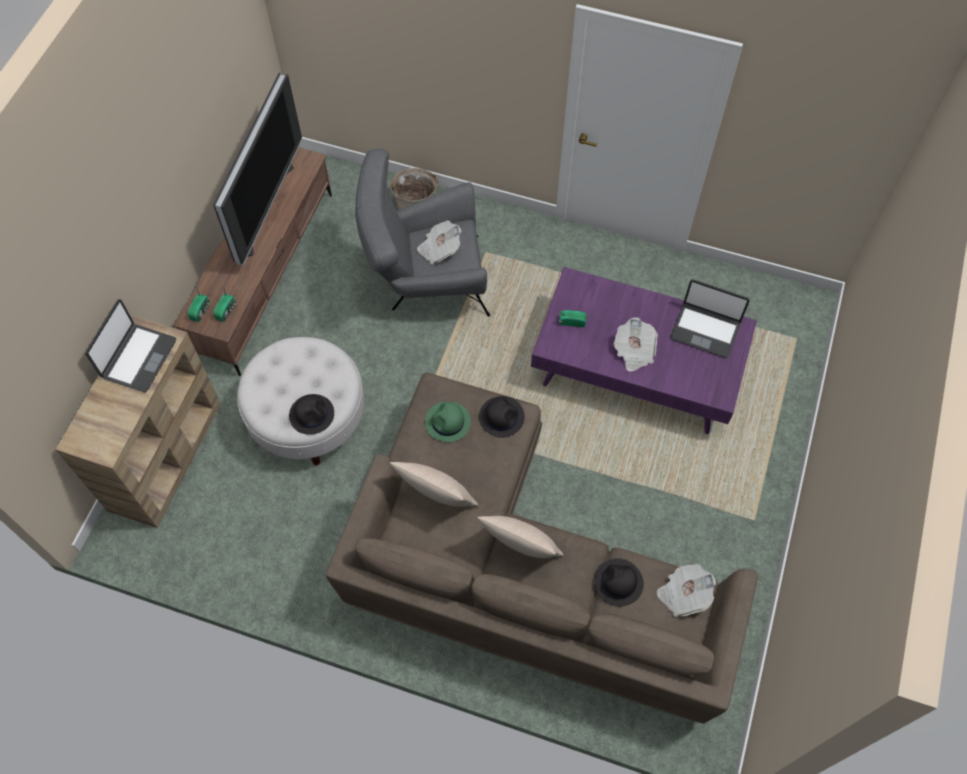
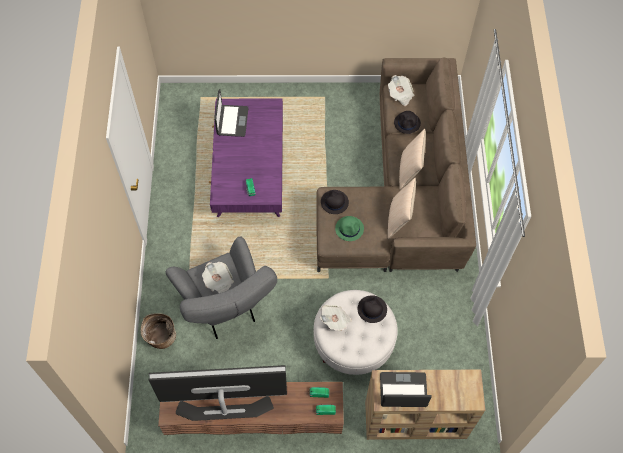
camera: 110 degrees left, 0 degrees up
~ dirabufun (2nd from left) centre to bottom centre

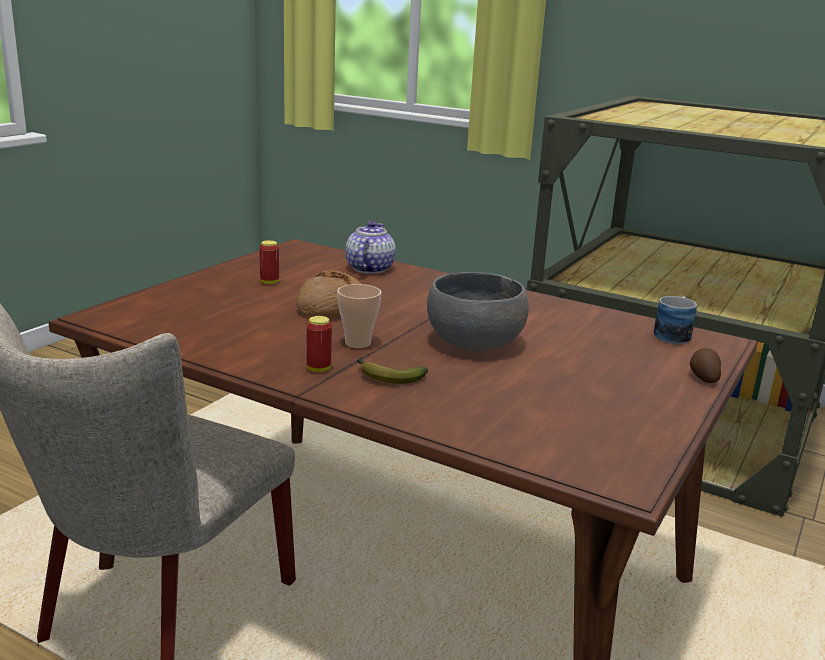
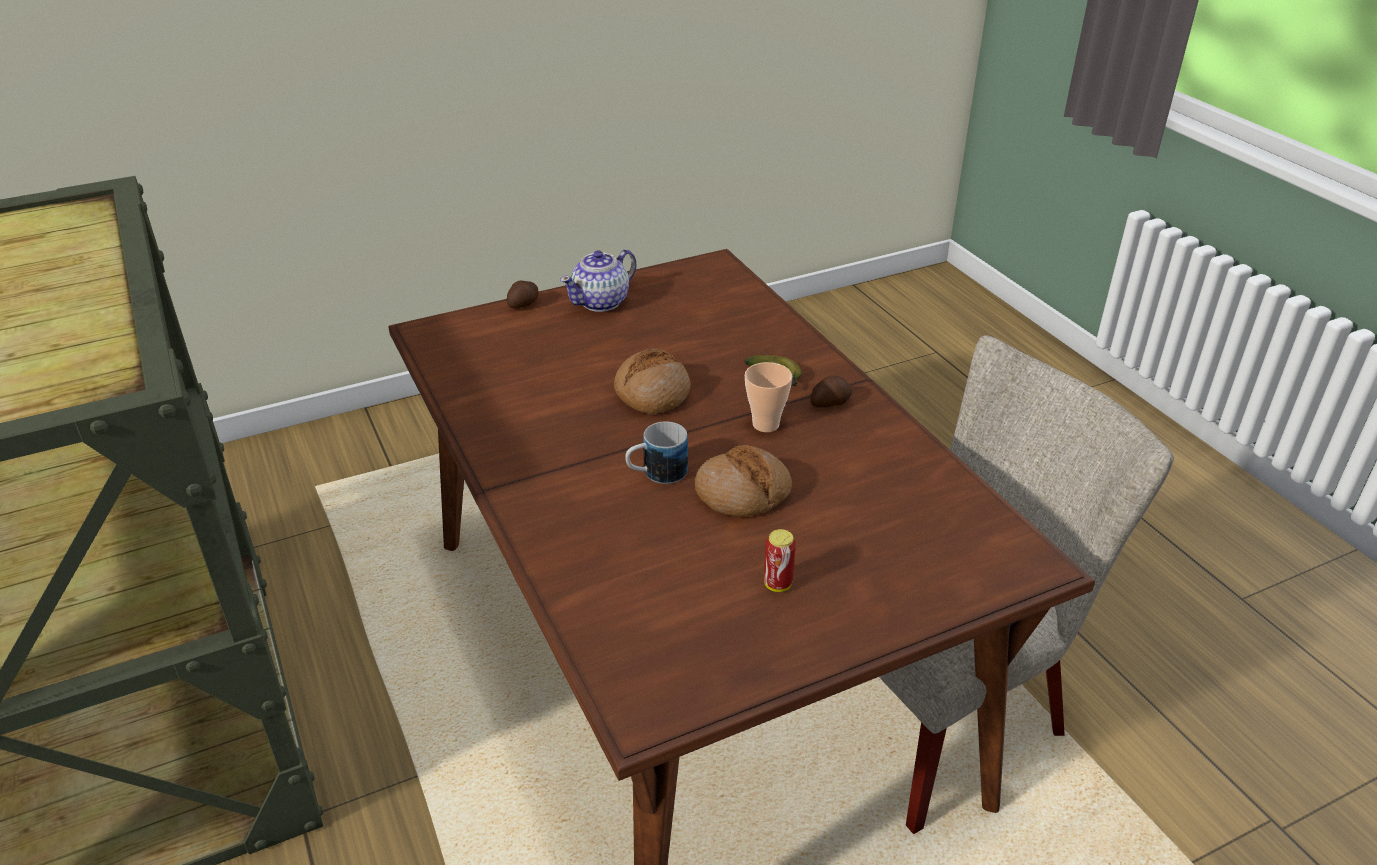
camera: 145 degrees left, 15 degrees up
~ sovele centre to top centre
~ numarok middle right to centre
~ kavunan (2nd from left) centre to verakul (2nd from left) centre
~ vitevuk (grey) centre to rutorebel (1st from left) centre

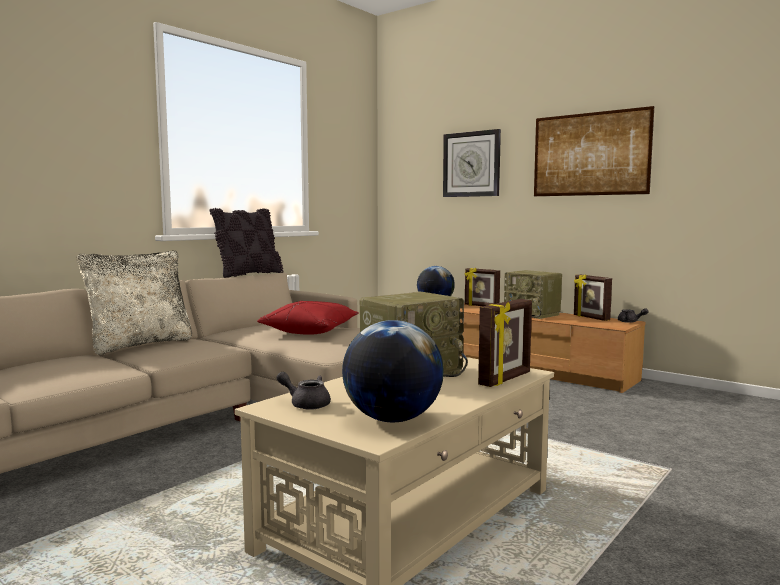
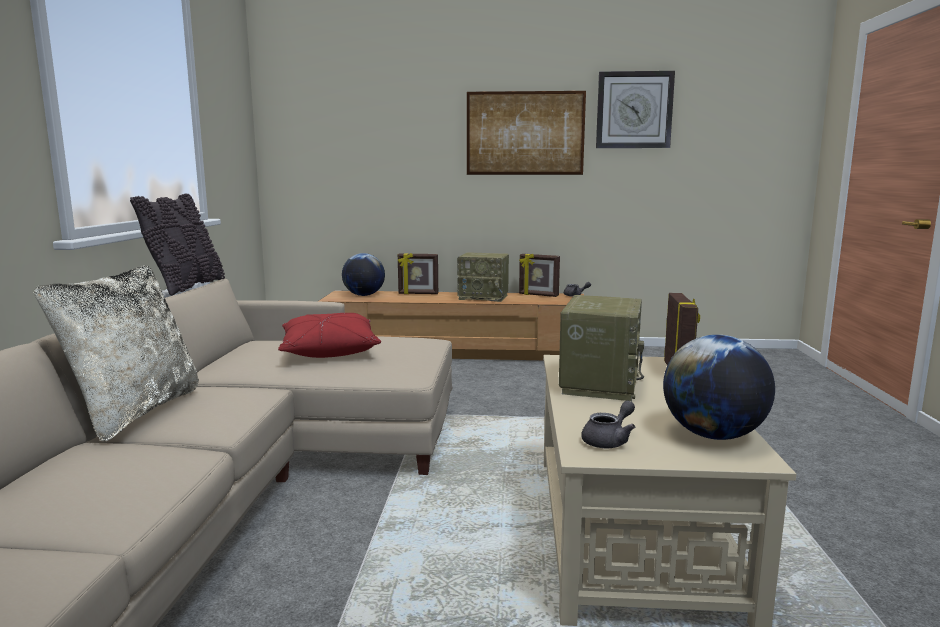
camera: 35 degrees left, 5 degrees up
~ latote top centre to top right
~ sovele (grey) (1st from left in the first image) bottom centre = bottom centre 150 degrees clockwise

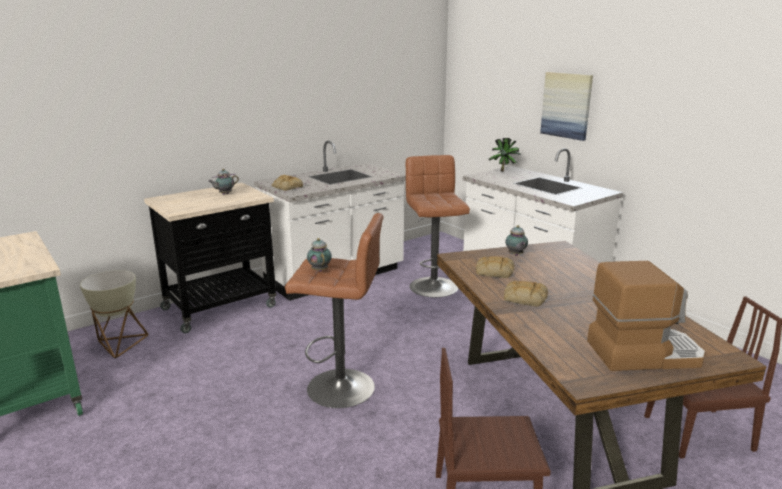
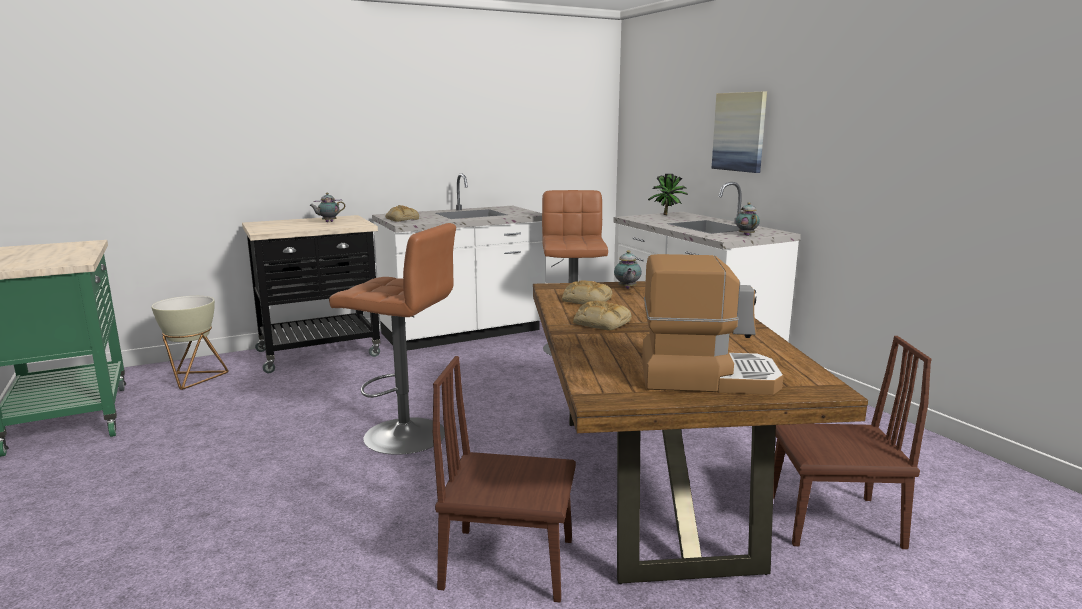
camera: 10 degrees right, 5 degrees down
~ sovele (2nd from left in the first image) centre to sovele (3rd from left) middle right

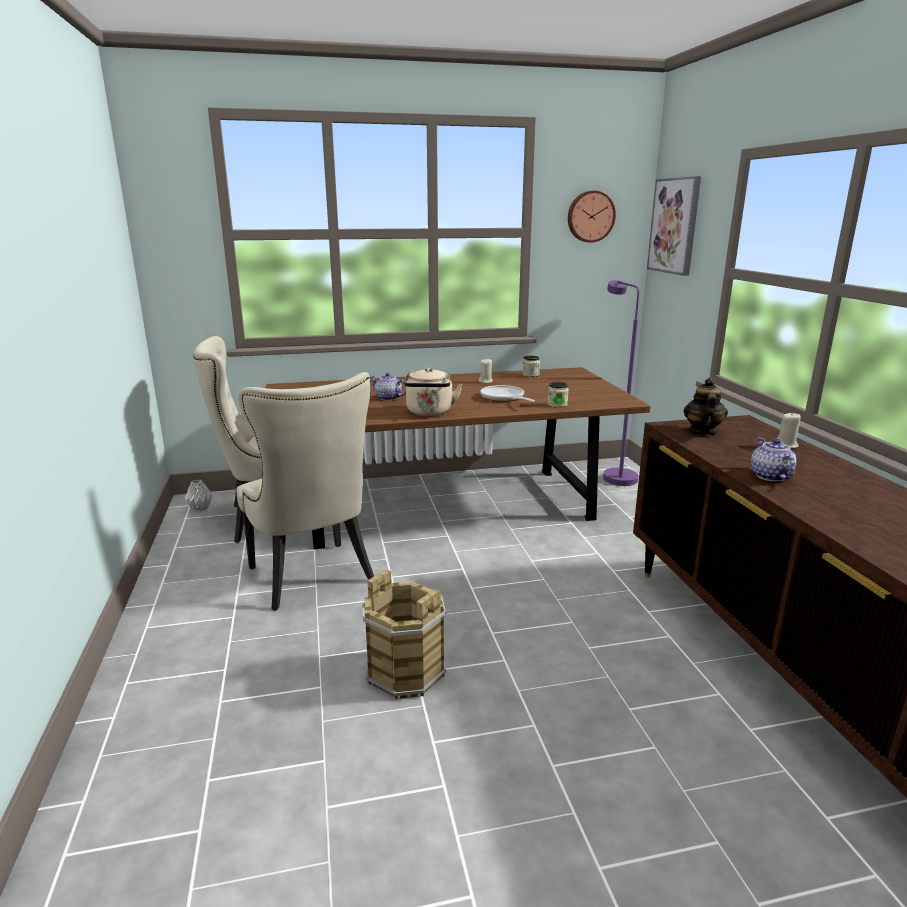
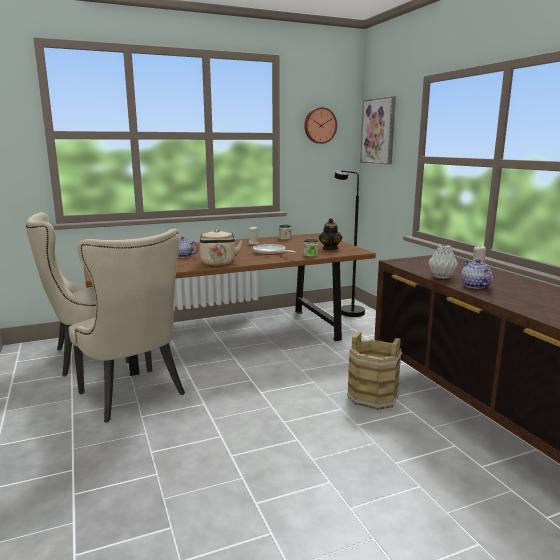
camera: 10 degrees left, 5 degrees down
~ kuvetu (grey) middle left to middle right
~ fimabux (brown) bottom centre to middle right
~ sovele (2nd from left) middle right to centre
~ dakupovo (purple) middle right to dakupovo (black) centre

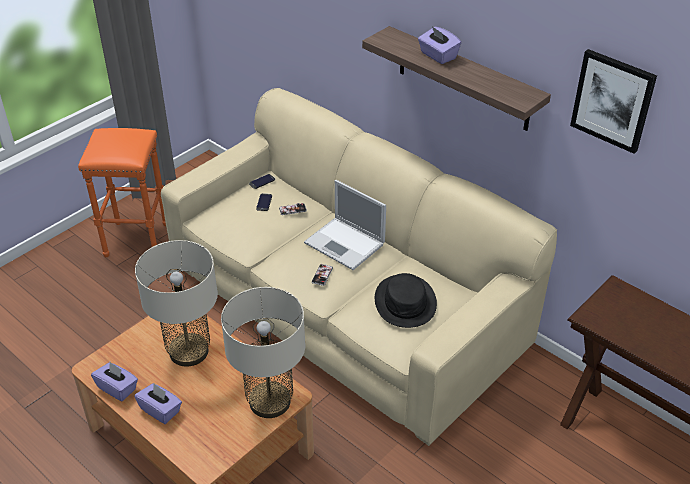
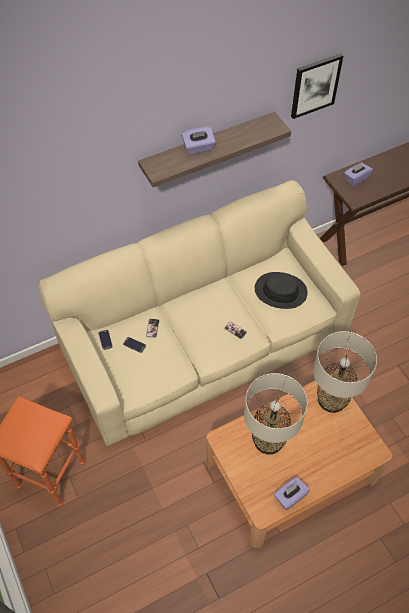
camera: 70 degrees left, 15 degrees up
- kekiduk centre
~ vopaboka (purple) (2nd from left in the first image) bottom left to vopaboka (purple) (3rd from left) top right

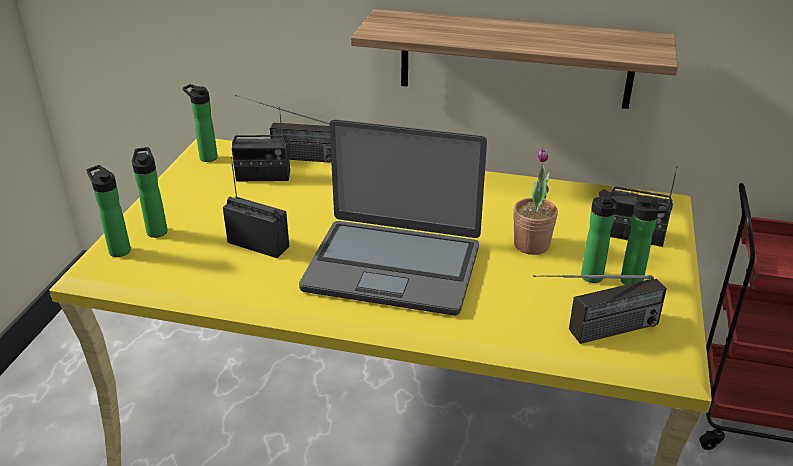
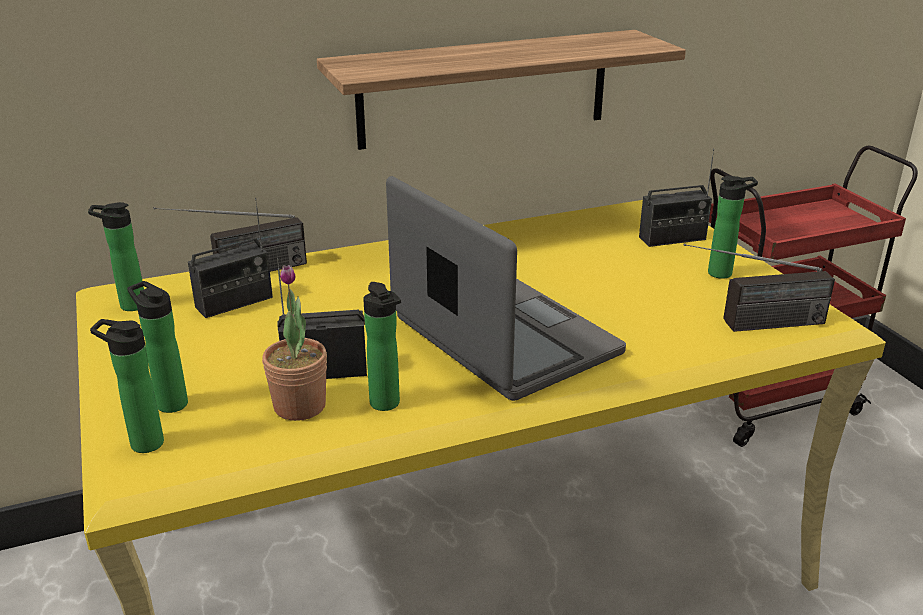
camera: 35 degrees left, 5 degrees down
~ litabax middle right to middle left
~ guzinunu (4th from left) middle right to centre
~ kekiduk centre = centre 105 degrees counterclockwise
~ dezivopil (4th from left in the first image) middle right = middle right 45 degrees clockwise

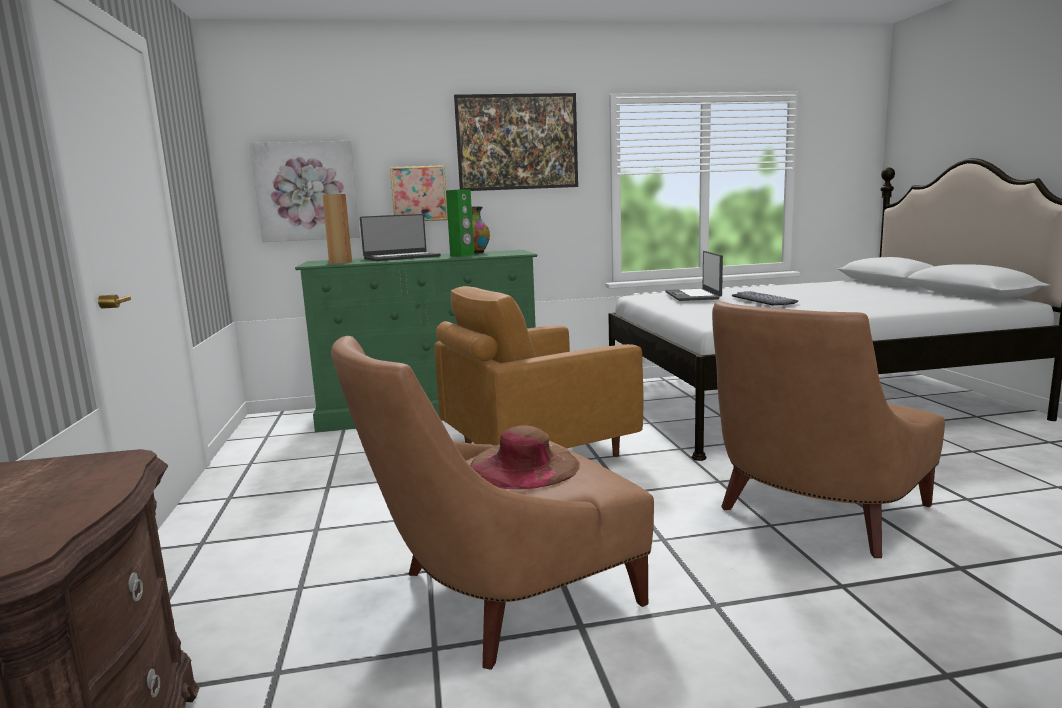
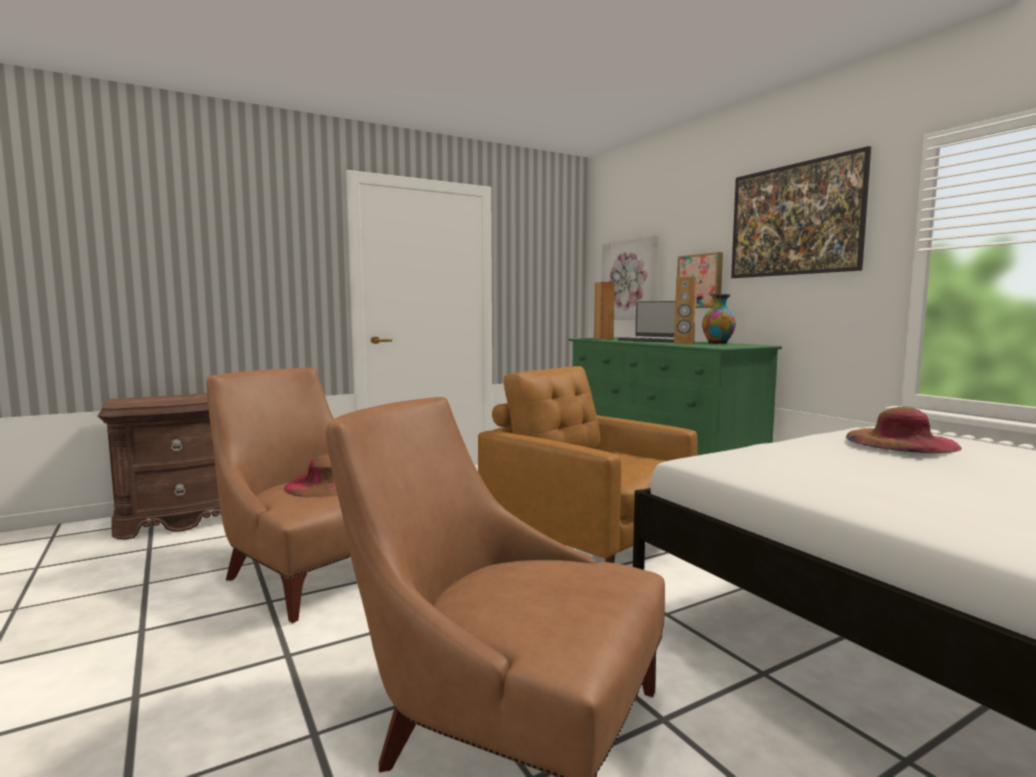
camera: 70 degrees right, 5 degrees down
- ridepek middle right
~ kekiduk (2nd from left) centre to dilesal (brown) (2nd from left) middle right
~ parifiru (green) top centre to parifiru (brown) (2nd from left) centre

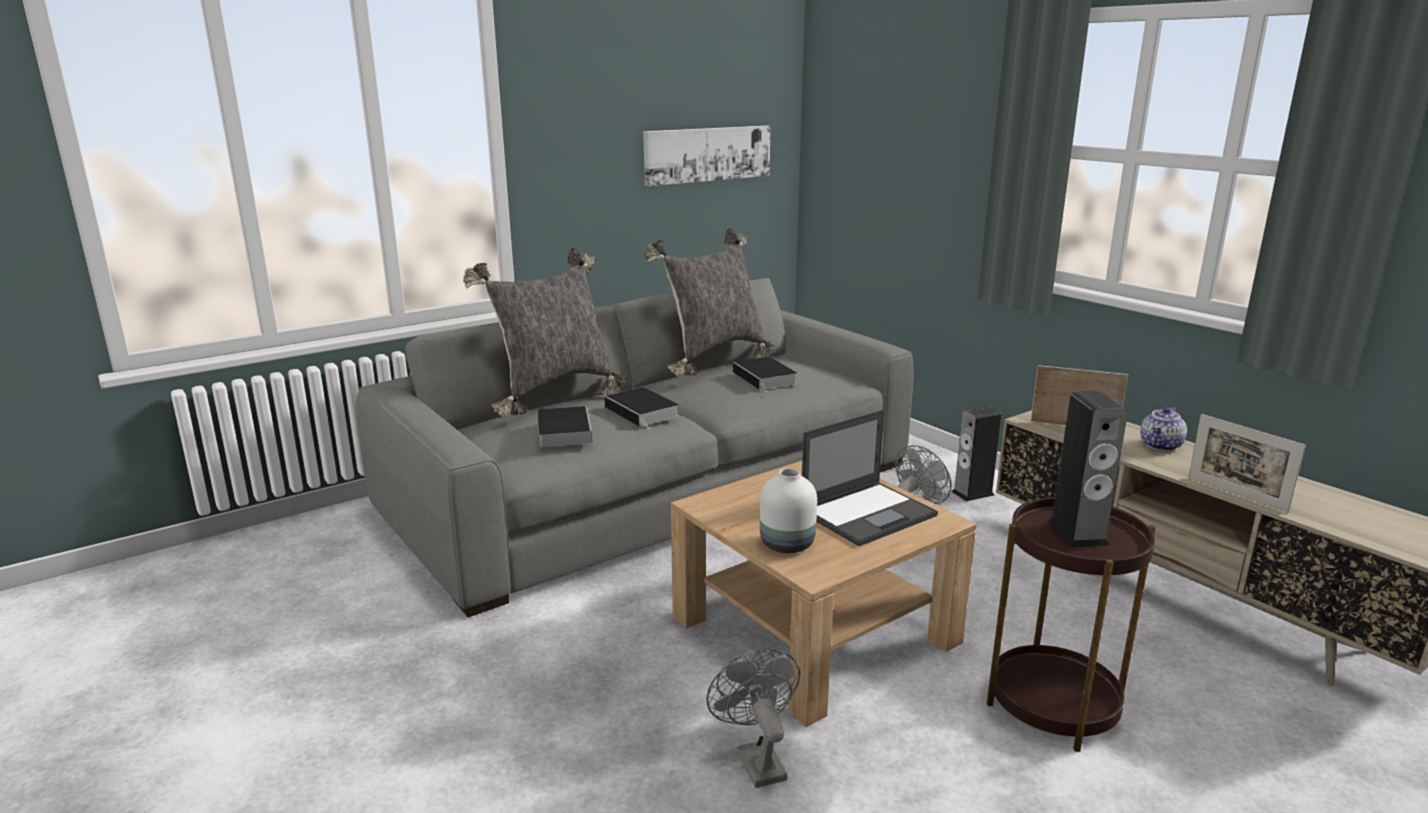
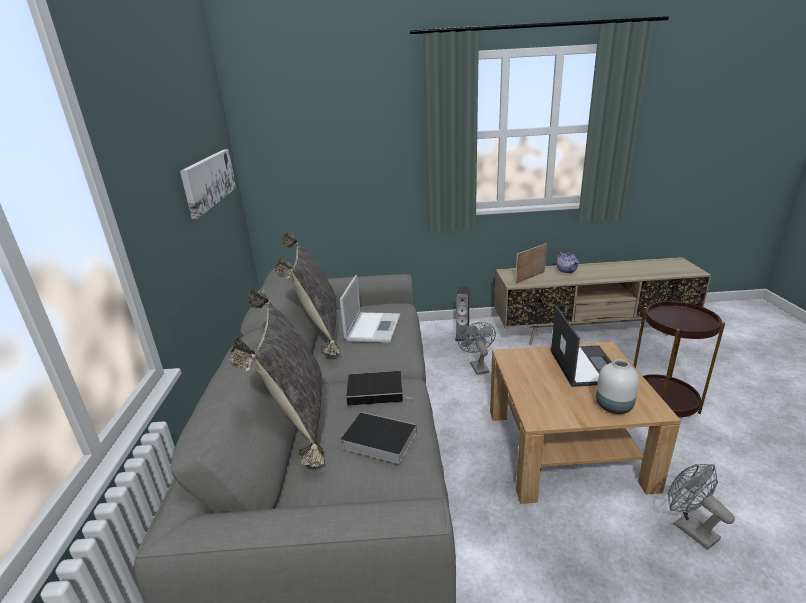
camera: 55 degrees left, 5 degrees up
- parifiru (2nd from left) middle right
- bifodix (2nd from left) middle right
~ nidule (3rd from left) centre to kekiduk (1st from left) centre
~ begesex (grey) (1st from left in the first image) bottom centre = bottom right 45 degrees clockwise

